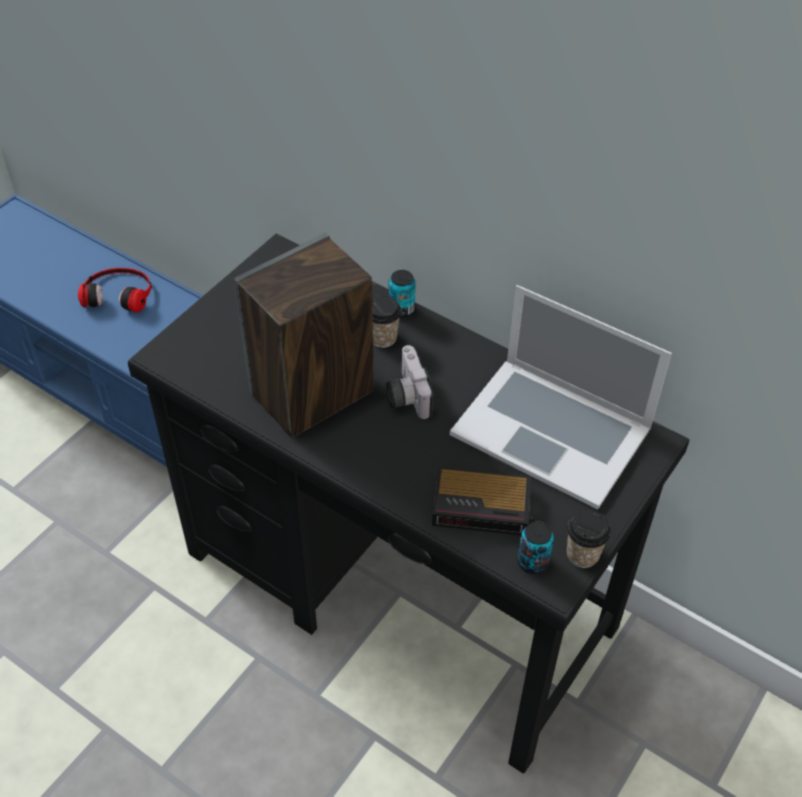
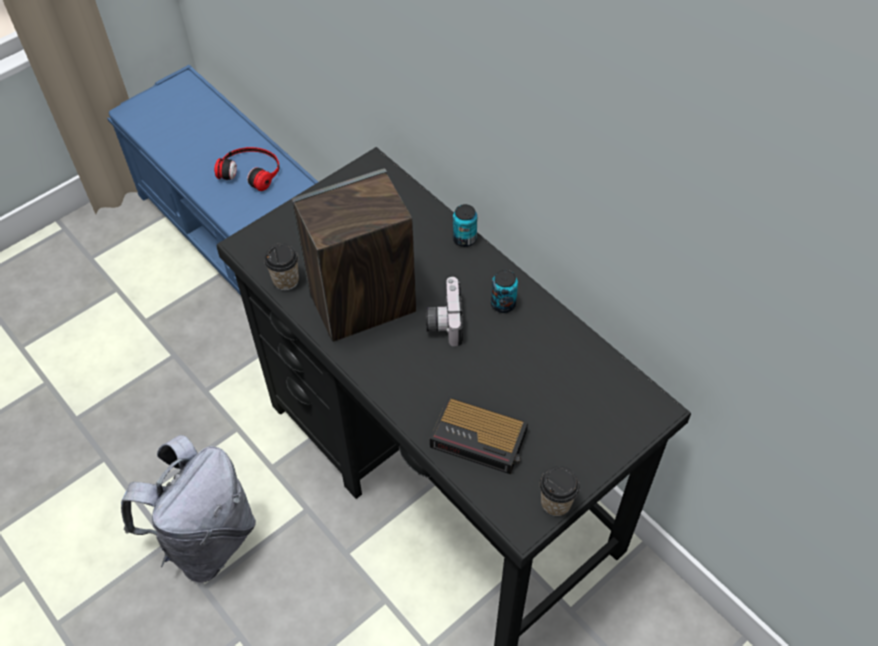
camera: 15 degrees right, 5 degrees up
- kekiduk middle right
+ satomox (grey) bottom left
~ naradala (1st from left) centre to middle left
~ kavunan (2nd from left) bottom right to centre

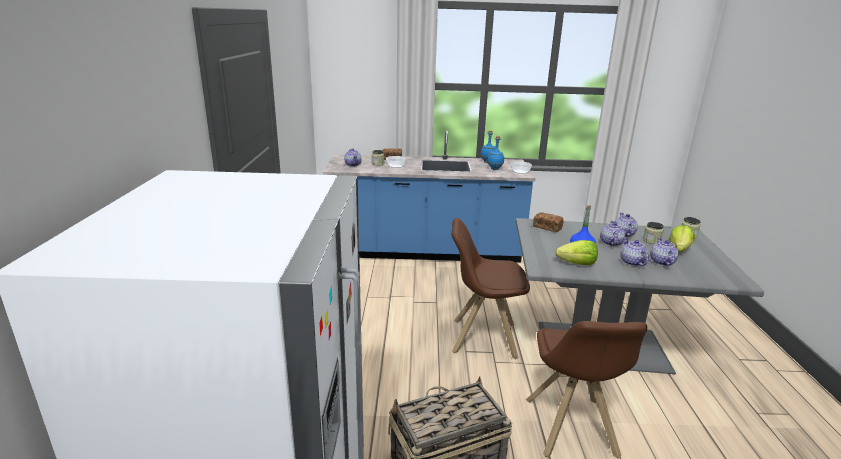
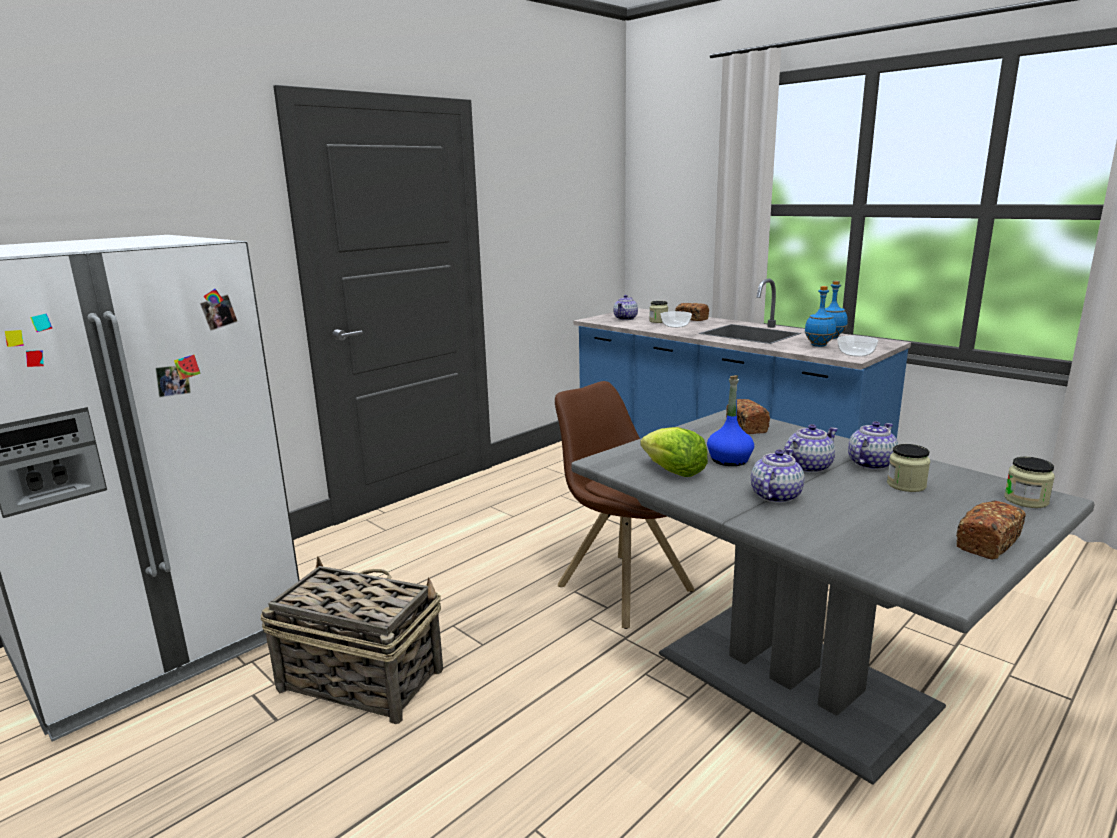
camera: 45 degrees right, 5 degrees down
- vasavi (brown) (2nd from left) bottom right
- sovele (5th from left) middle right
- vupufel (2nd from left) middle right
+ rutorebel (3rd from left) middle right

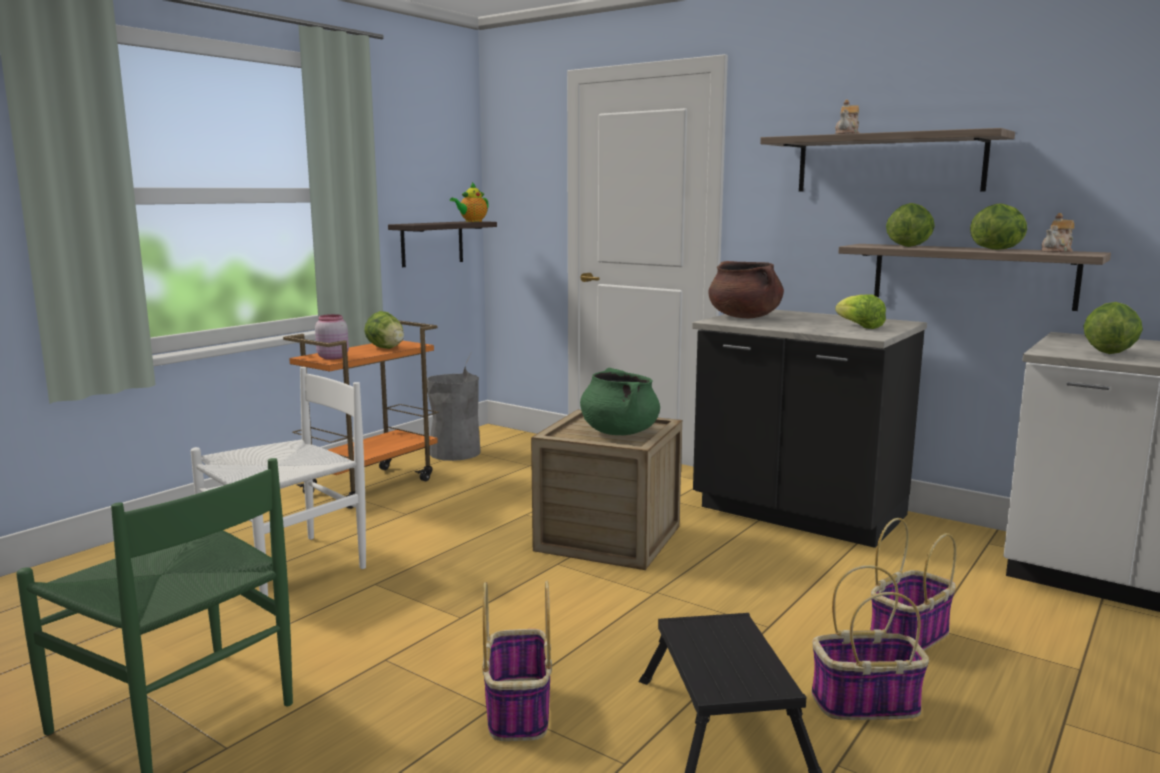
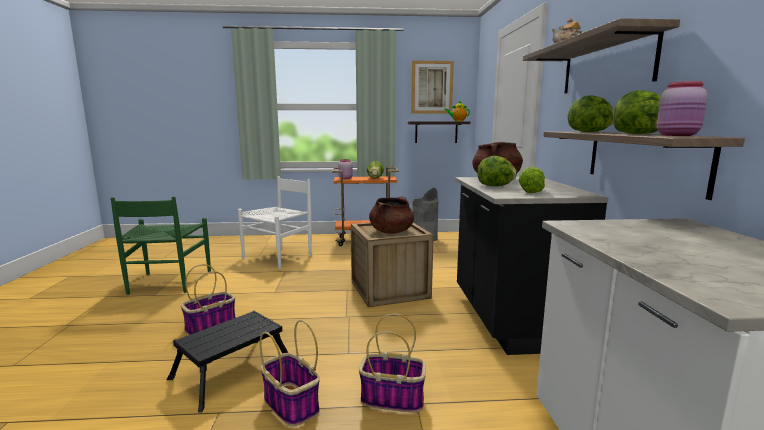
camera: 50 degrees right, 0 degrees up
+ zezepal top centre
~ vupufel (5th from left in the first image) middle right to vupufel (2nd from left) centre
~ sovele (3rd from left) top right to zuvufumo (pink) (2nd from left) top right
~ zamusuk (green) centre to zamusuk (brown) (1st from left) centre
~ vasavi (white) middle left = centre 60 degrees counterclockwise

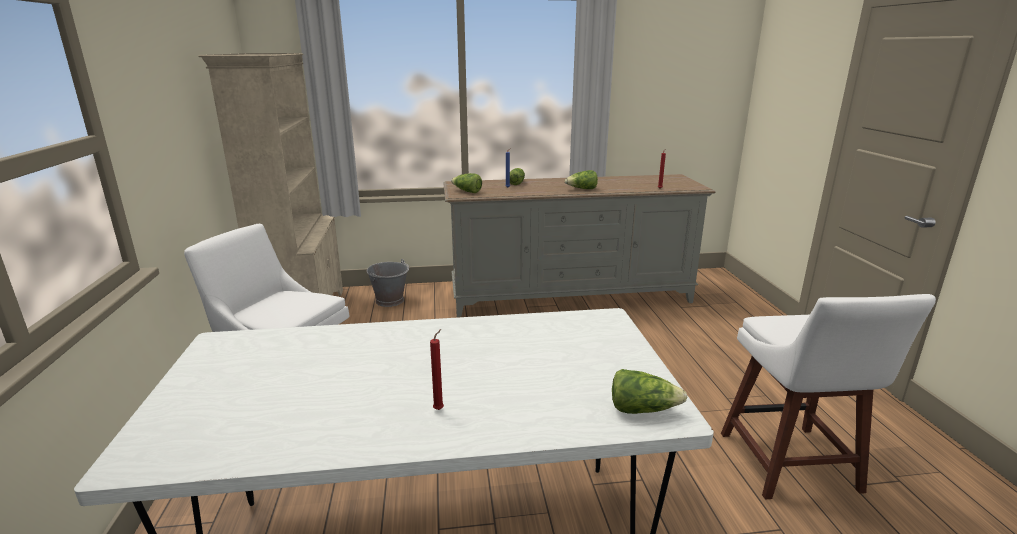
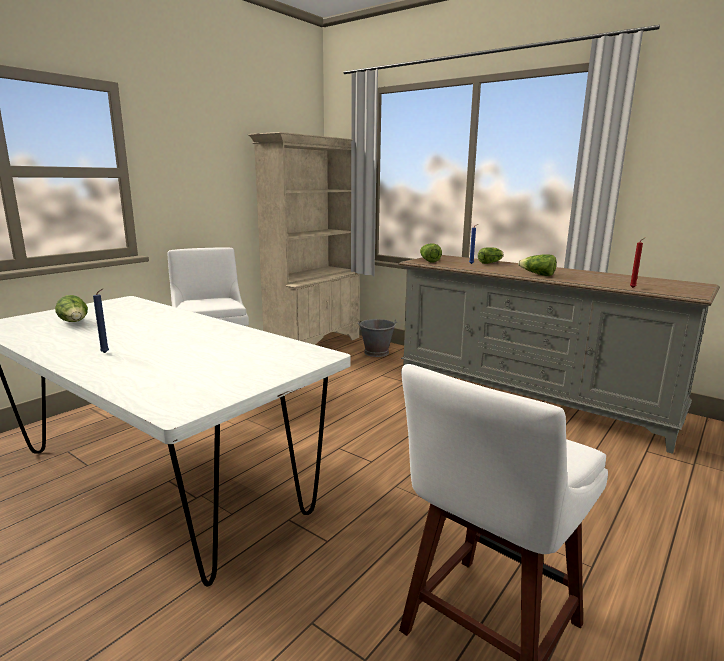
camera: 45 degrees right, 5 degrees down
~ vupufel (4th from left in the first image) bottom centre to vupufel (1st from left) middle left
~ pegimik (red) (1st from left) bottom centre to pegimik (blue) (1st from left) middle left

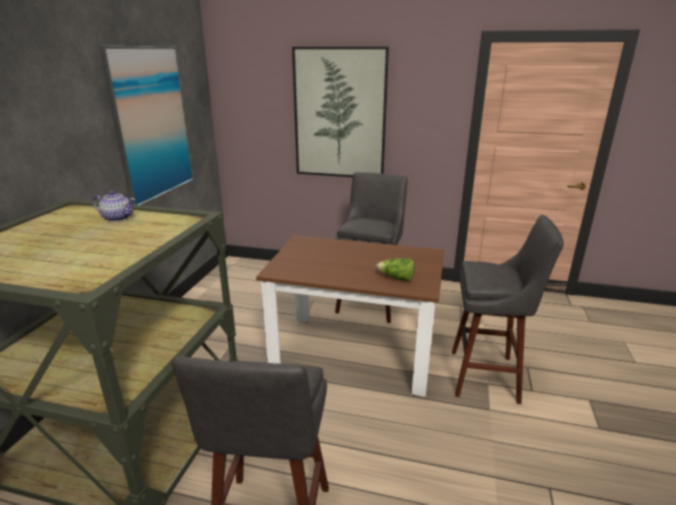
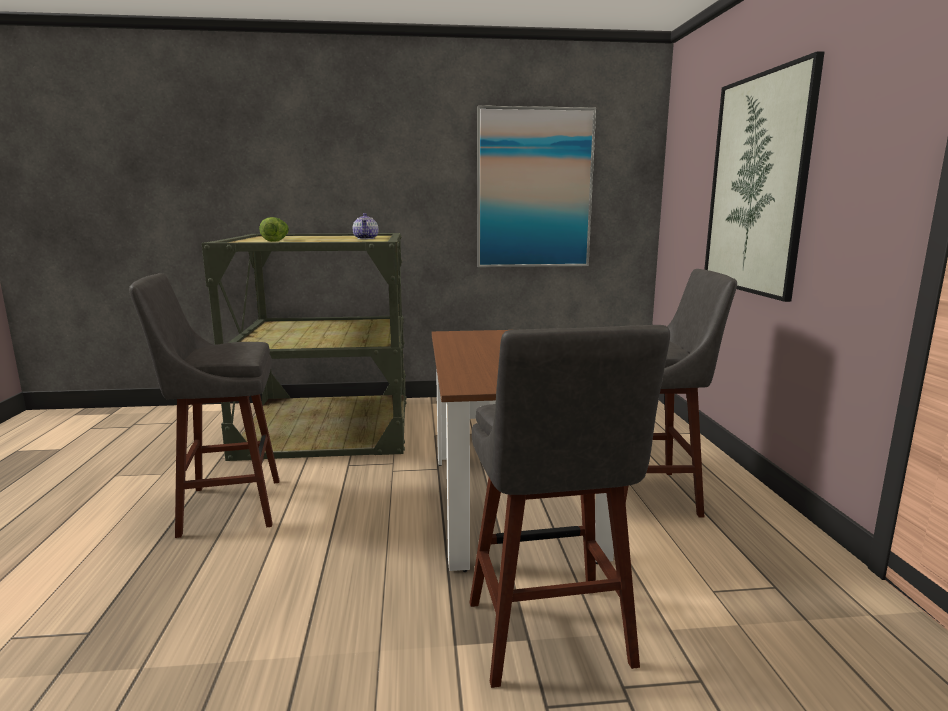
camera: 70 degrees right, 10 degrees down
~ vupufel centre to top left

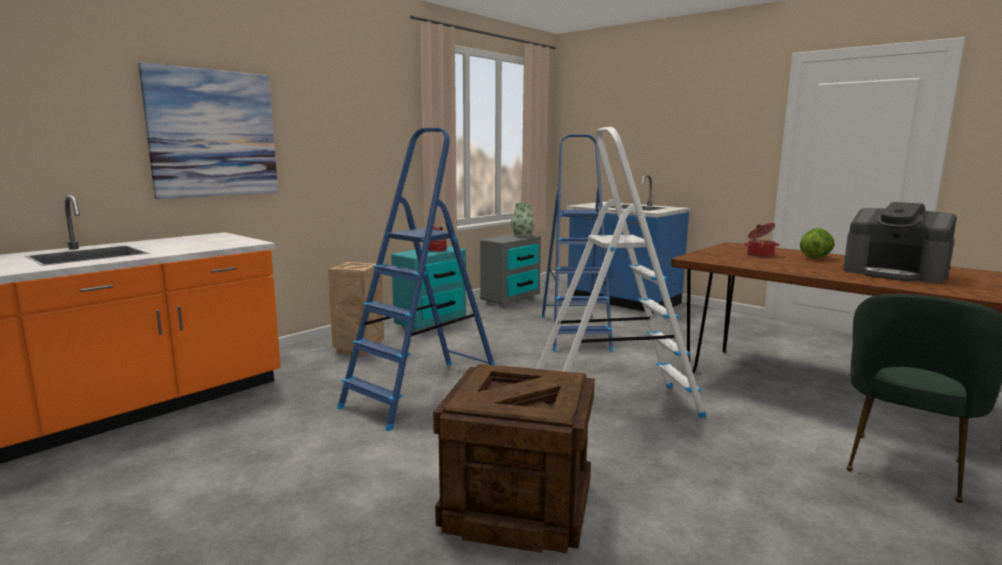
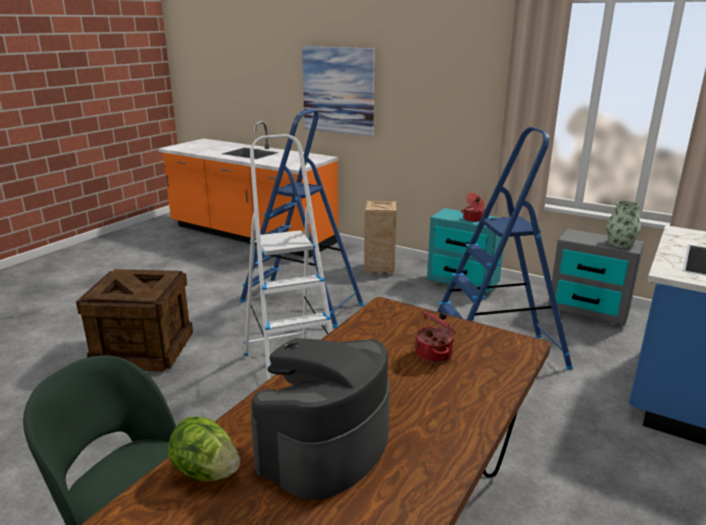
camera: 80 degrees right, 10 degrees up
~ vupufel middle right to bottom left

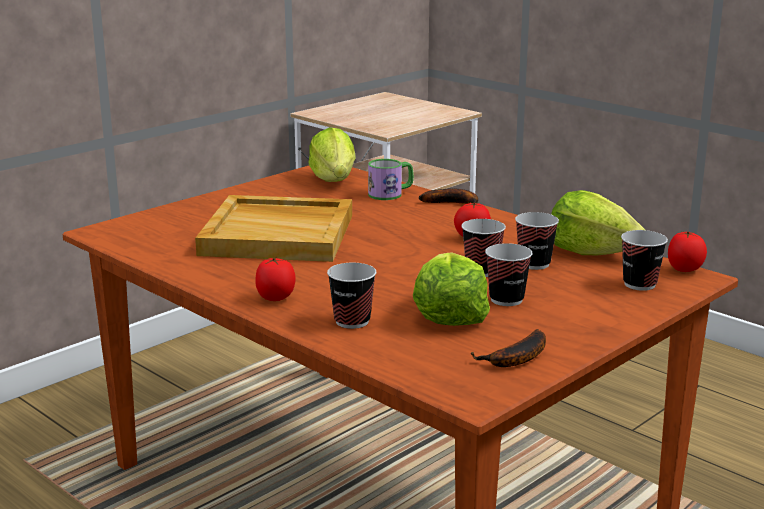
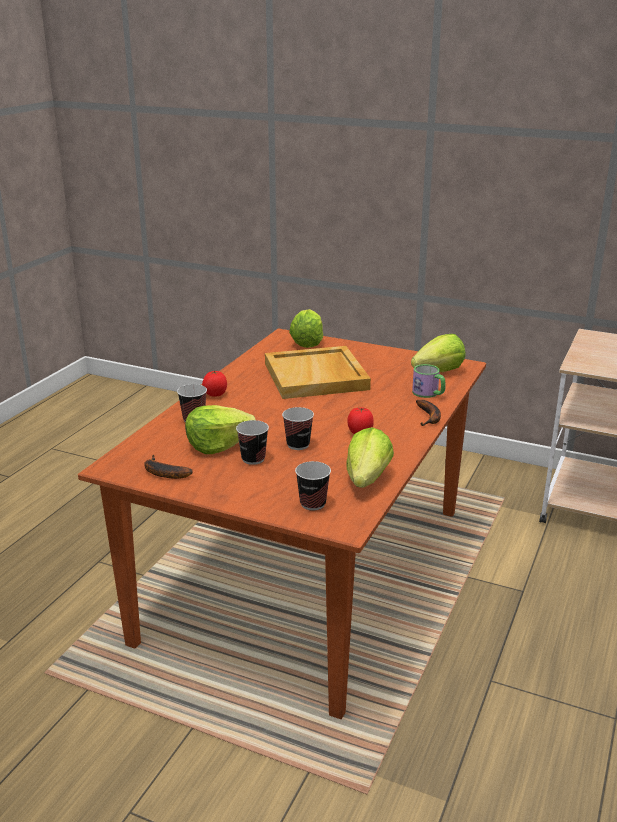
camera: 70 degrees right, 5 degrees up
- naradala (4th from left) middle right
- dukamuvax (3rd from left) middle right
+ vupufel (2nd from left) centre

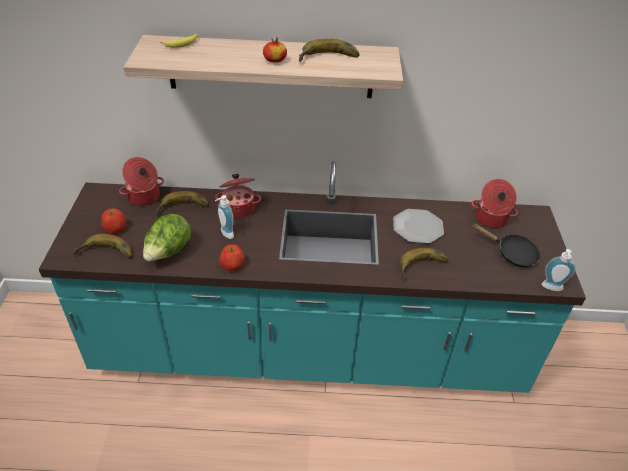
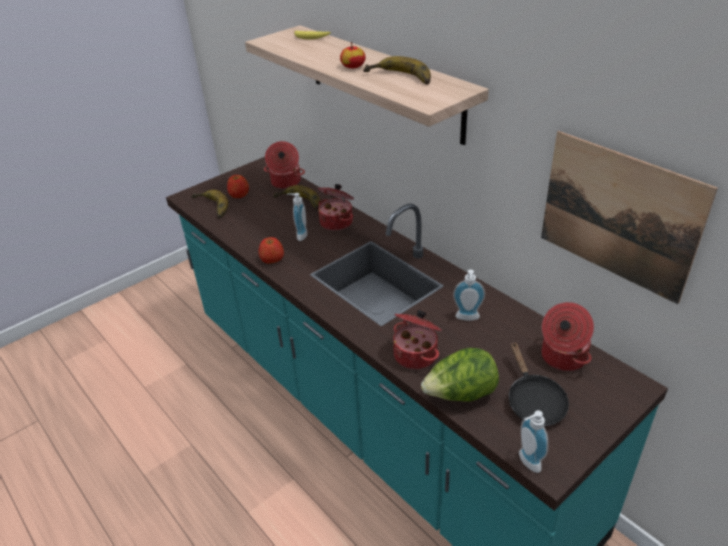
camera: 50 degrees right, 5 degrees down
+ zezepal middle right
~ vupufel middle left to bottom centre
~ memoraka centre to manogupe (2nd from left) centre
~ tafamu (5th from left) middle right to zamusuk (3rd from left) centre

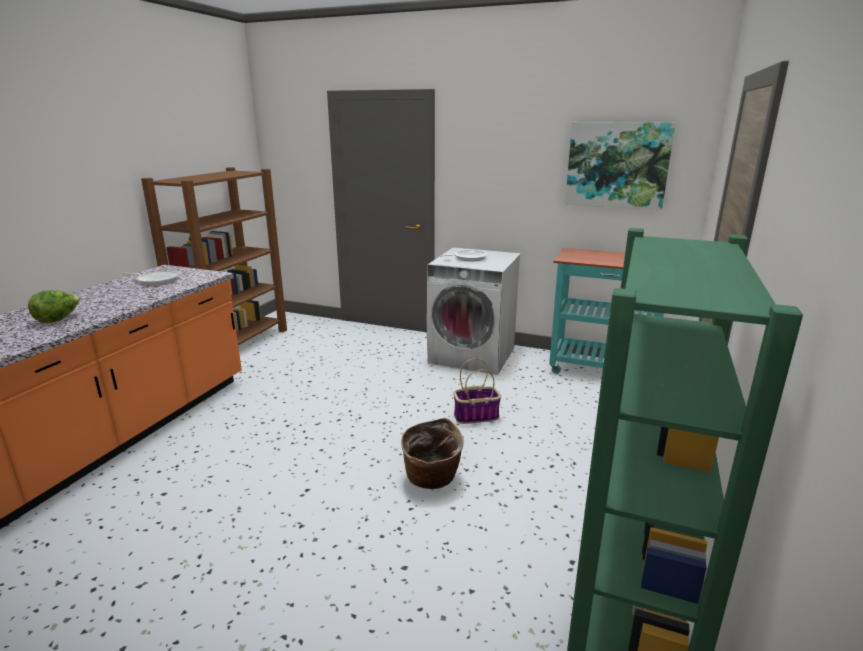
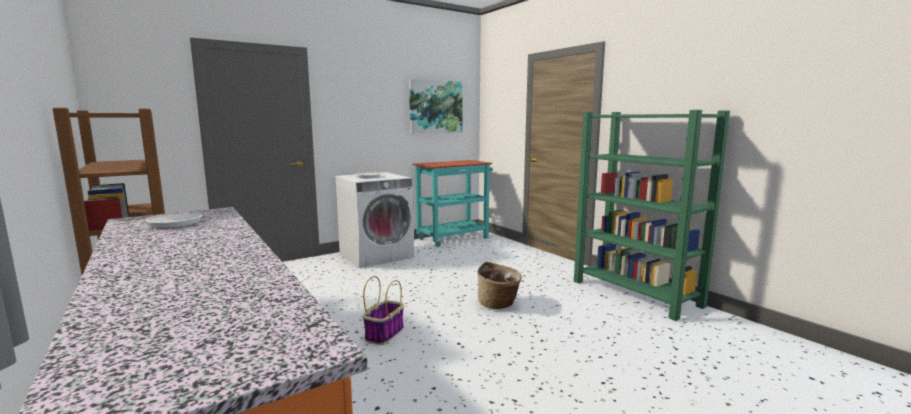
camera: 55 degrees left, 10 degrees down
- vupufel middle left
~ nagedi (2nd from left in the first image) centre to nagedi (1st from left) bottom centre

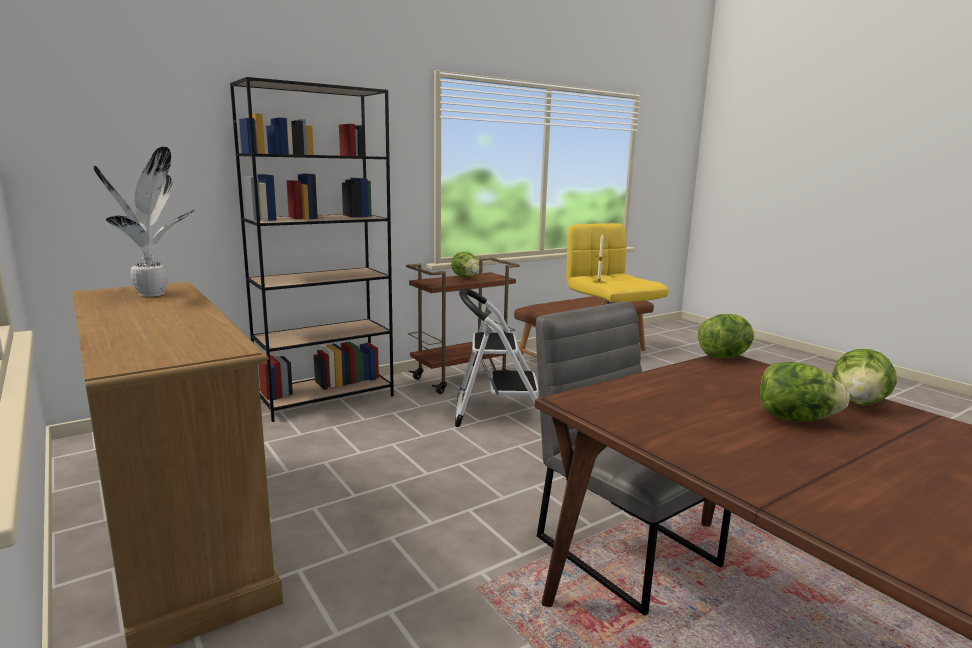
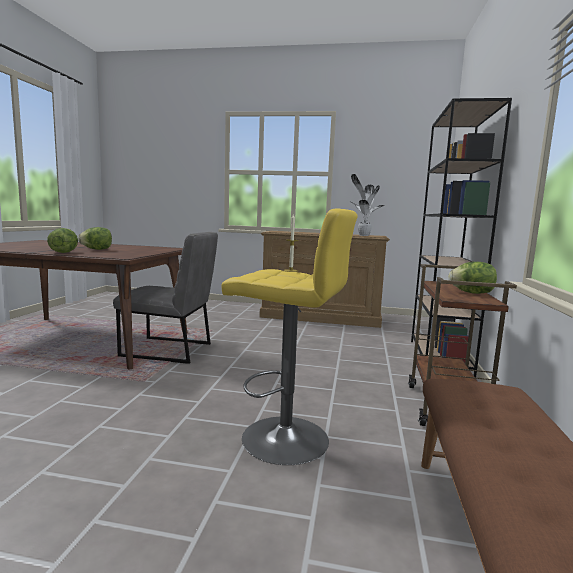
camera: 135 degrees right, 5 degrees down
- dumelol centre
- vupufel (2nd from left) middle right

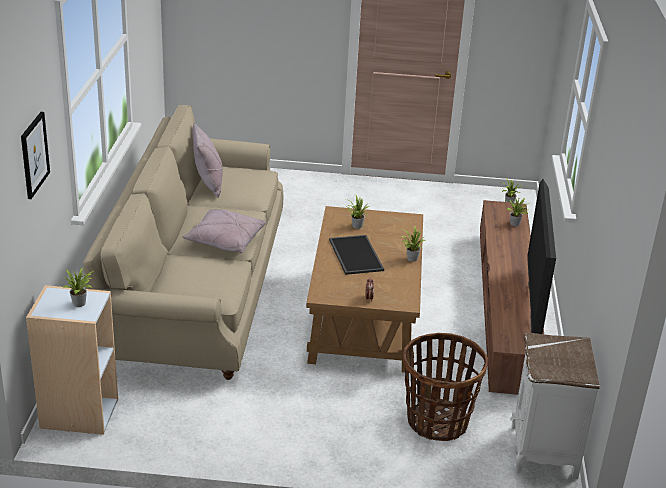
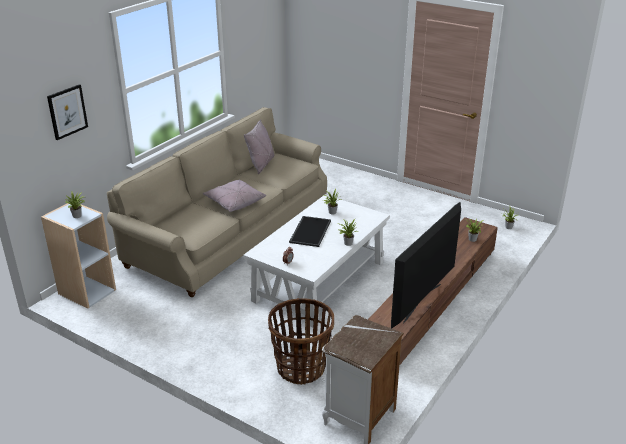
camera: 30 degrees right, 0 degrees up
~ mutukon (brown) centre to mutukon (white) centre

